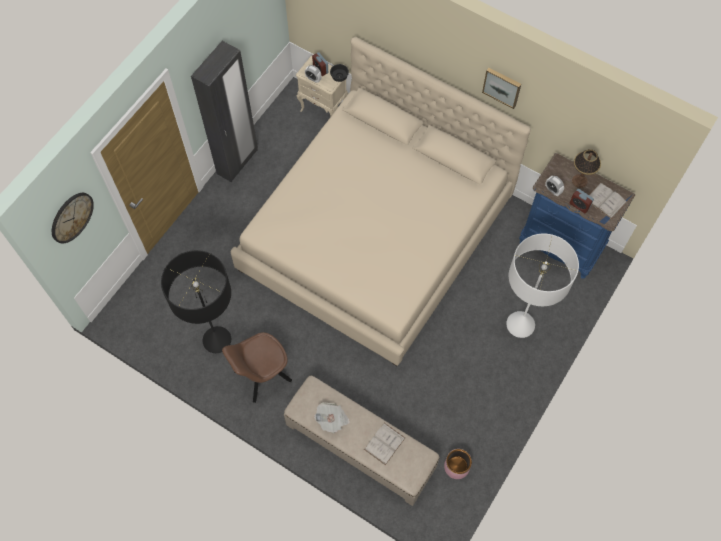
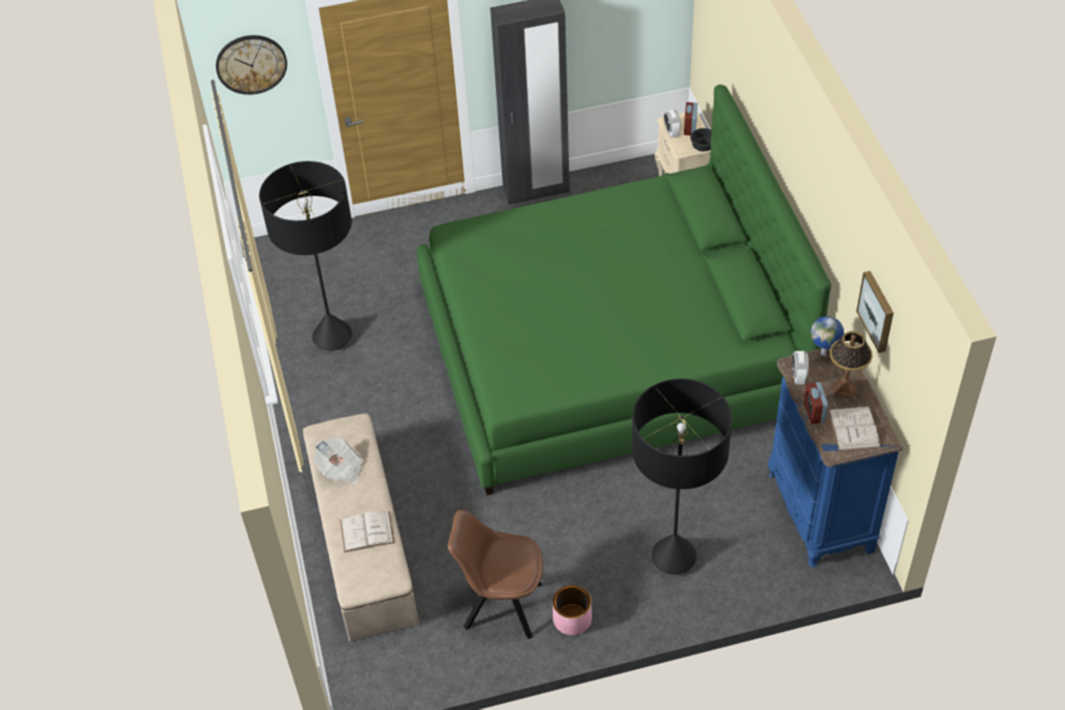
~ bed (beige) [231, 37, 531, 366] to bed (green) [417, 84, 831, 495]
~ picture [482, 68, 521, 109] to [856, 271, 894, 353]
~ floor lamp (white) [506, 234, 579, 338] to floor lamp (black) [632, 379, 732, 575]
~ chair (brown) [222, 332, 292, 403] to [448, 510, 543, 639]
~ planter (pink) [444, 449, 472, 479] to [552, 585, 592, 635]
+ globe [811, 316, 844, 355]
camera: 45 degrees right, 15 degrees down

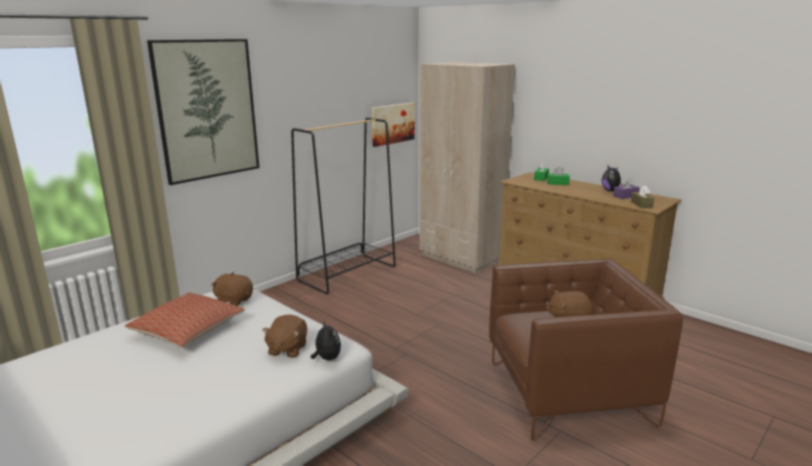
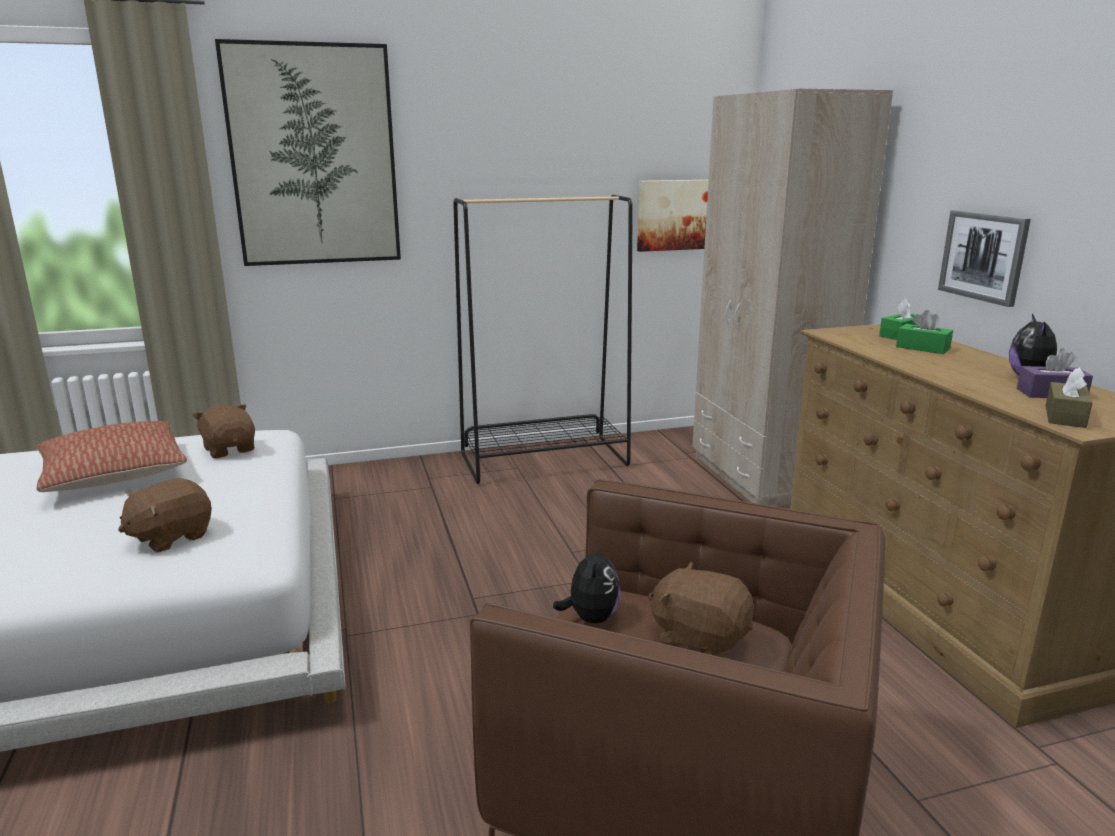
~ plush toy [311, 320, 341, 360] to [553, 541, 621, 623]
+ picture [938, 210, 1031, 307]
camera: 30 degrees right, 0 degrees up

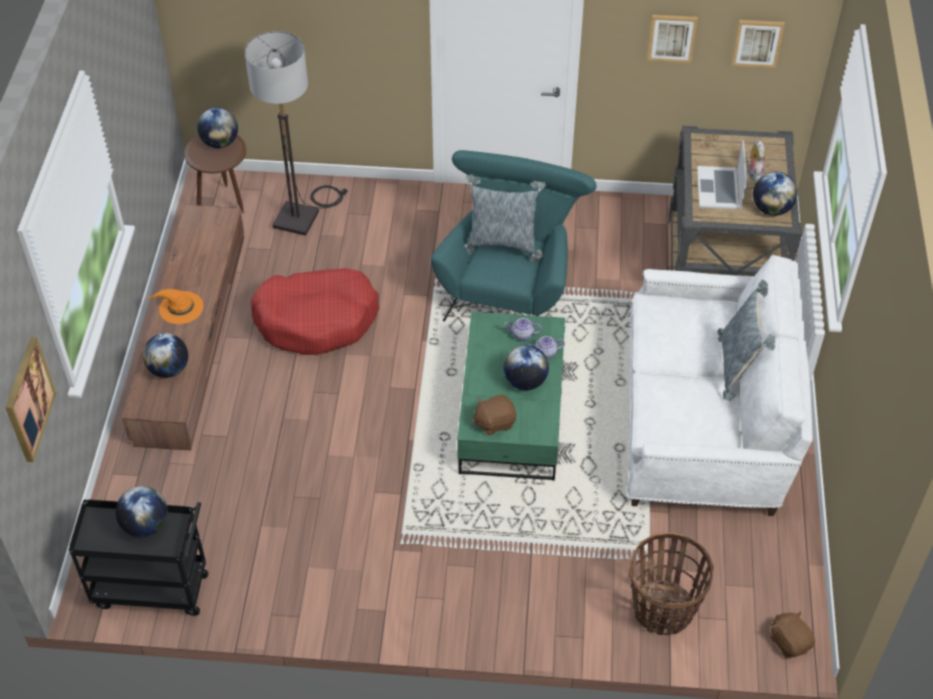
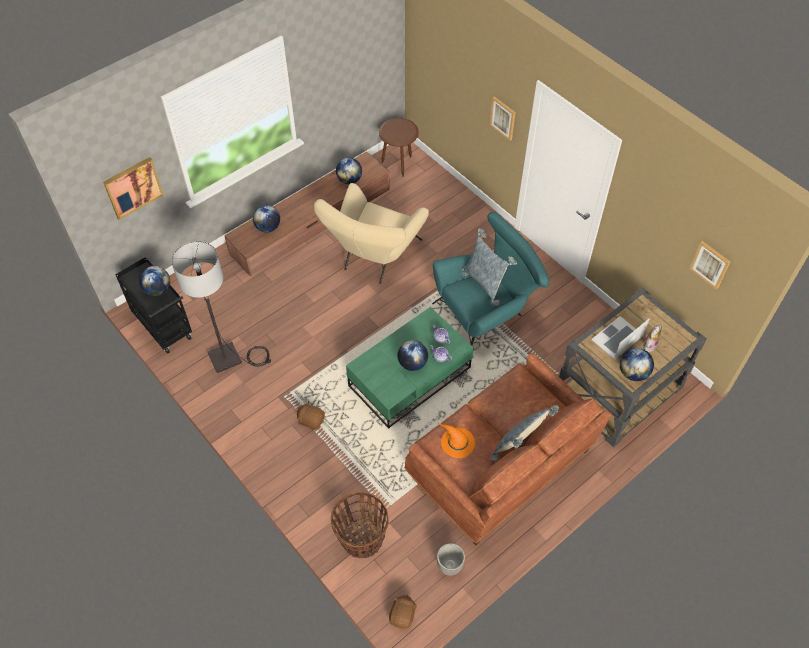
~ picture [647, 15, 698, 63] to [490, 96, 516, 141]
~ floor lamp [245, 31, 347, 236] to [172, 241, 271, 373]
~ globe [197, 107, 238, 148] to [336, 158, 362, 184]
~ sofa (white) [626, 255, 813, 516] to sofa (brown) [404, 353, 612, 546]
~ dog bed (red) [251, 268, 379, 355] to armchair (beige) [314, 183, 429, 284]
~ hat (orange) [146, 289, 203, 324] to [438, 423, 475, 458]
~ plush toy (brown) [472, 395, 517, 436] to [297, 401, 325, 430]
+ planter [437, 543, 465, 576]
camera: 45 degrees right, 5 degrees up

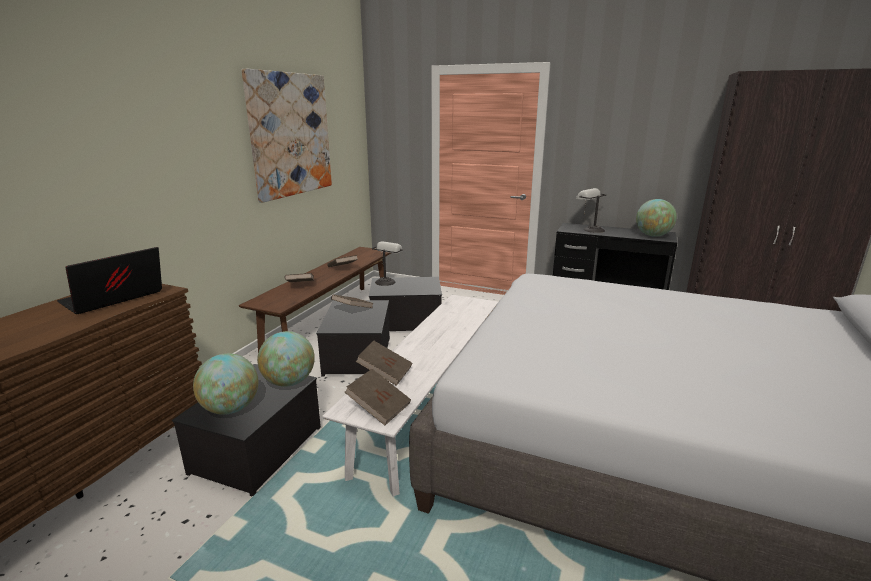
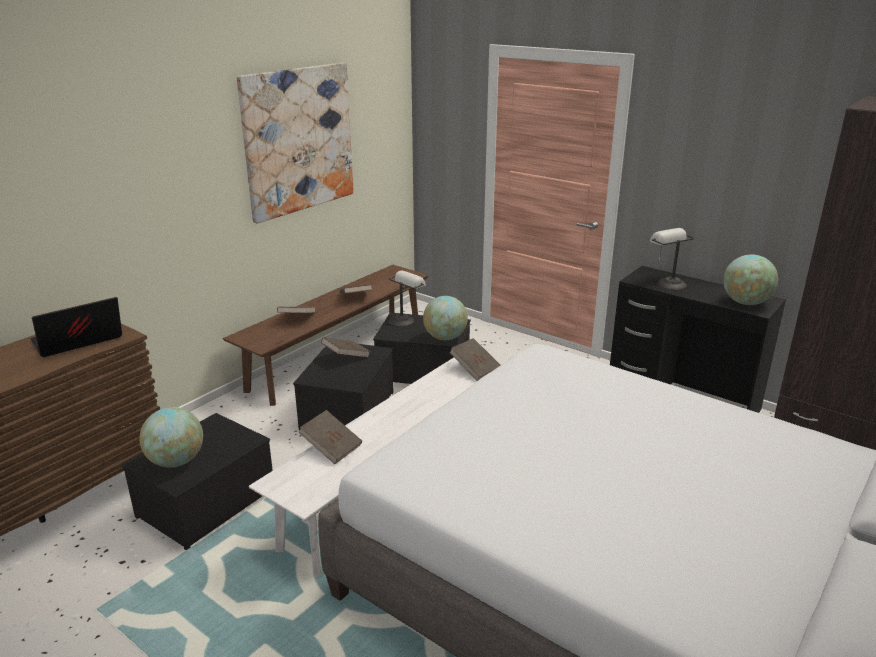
~ globe [257, 331, 315, 387] to [423, 296, 468, 340]
~ book (brown) [345, 369, 411, 425] to [449, 338, 500, 381]
camera: 15 degrees right, 5 degrees up

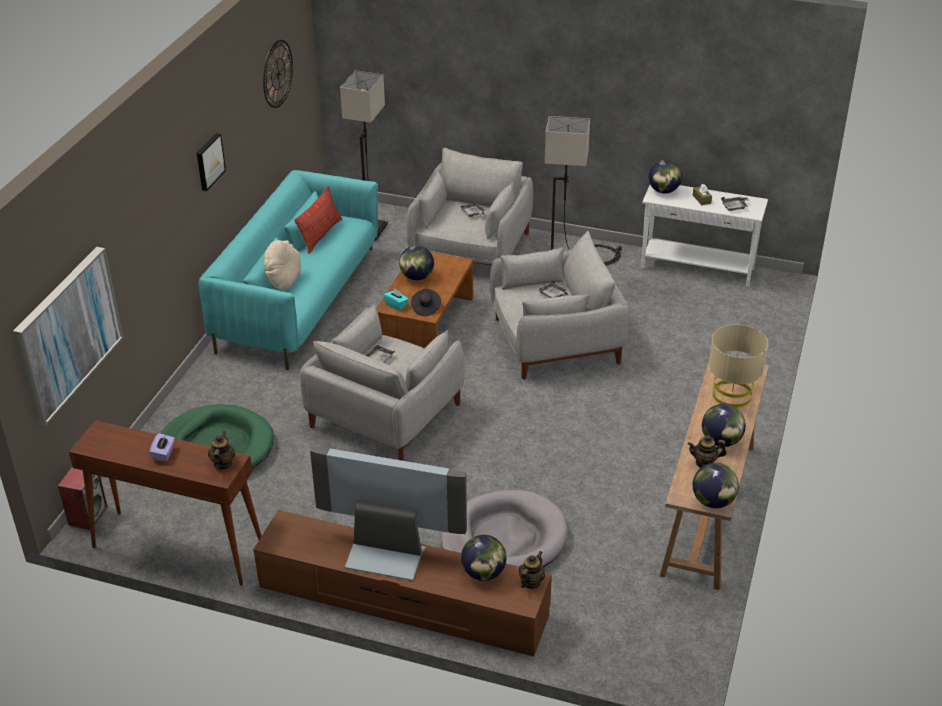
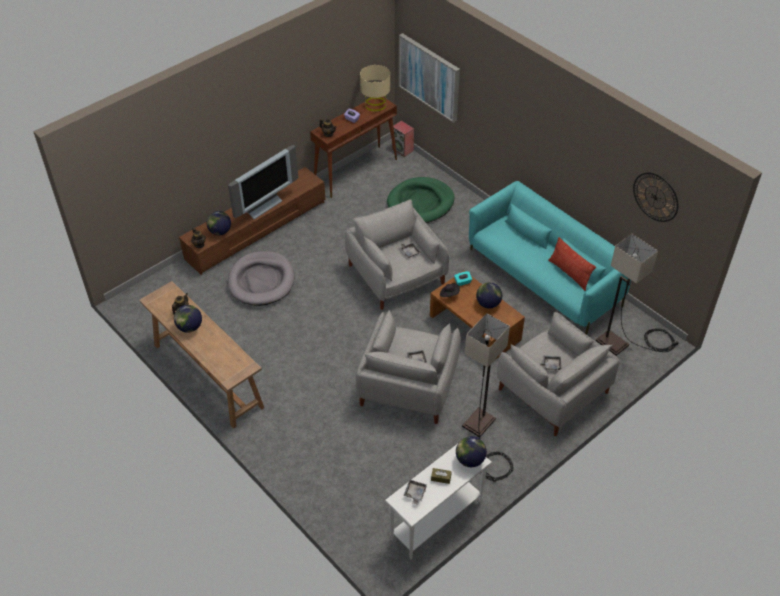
- picture [197, 133, 226, 191]
- pillow (beige) [264, 240, 301, 290]
~ table lamp (beige) [709, 325, 768, 408] to [360, 65, 390, 112]
- globe [693, 463, 739, 508]
camera: 120 degrees right, 10 degrees up

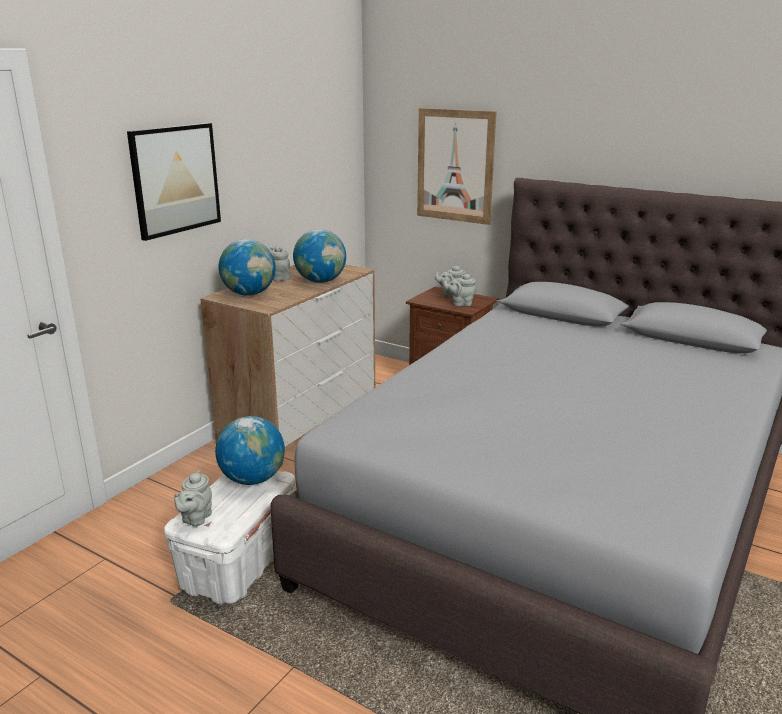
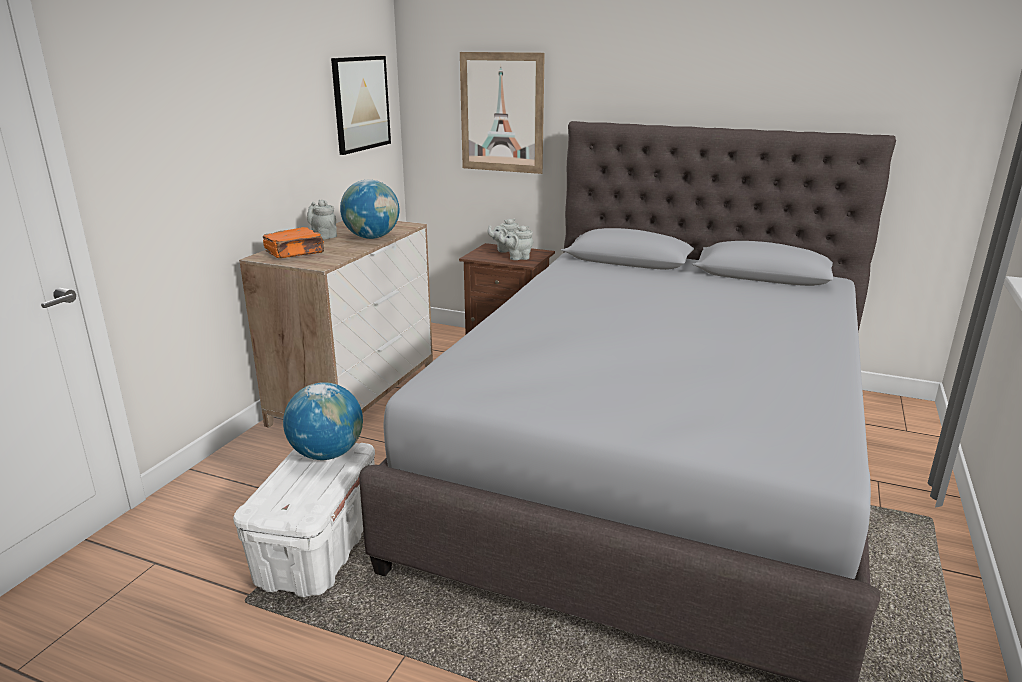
~ picture [127, 123, 221, 241] to [331, 56, 391, 155]
~ globe [219, 239, 276, 296] to book (orange) [263, 227, 324, 258]
- teapot (grey) [174, 470, 212, 527]
camera: 10 degrees left, 0 degrees up

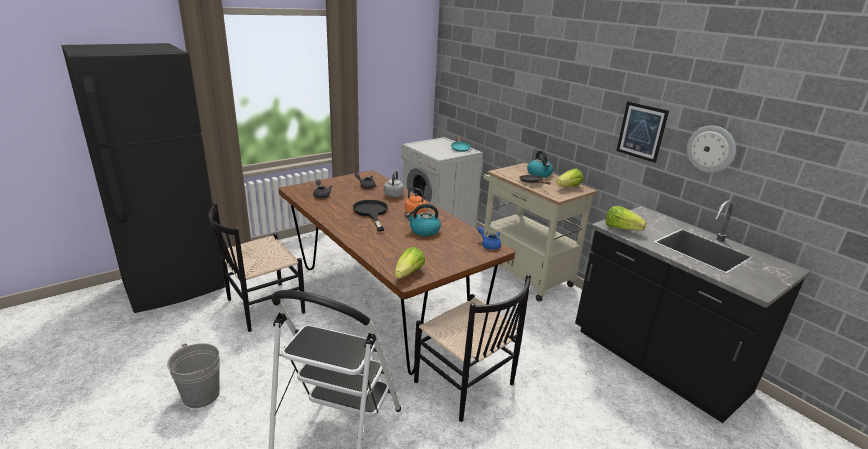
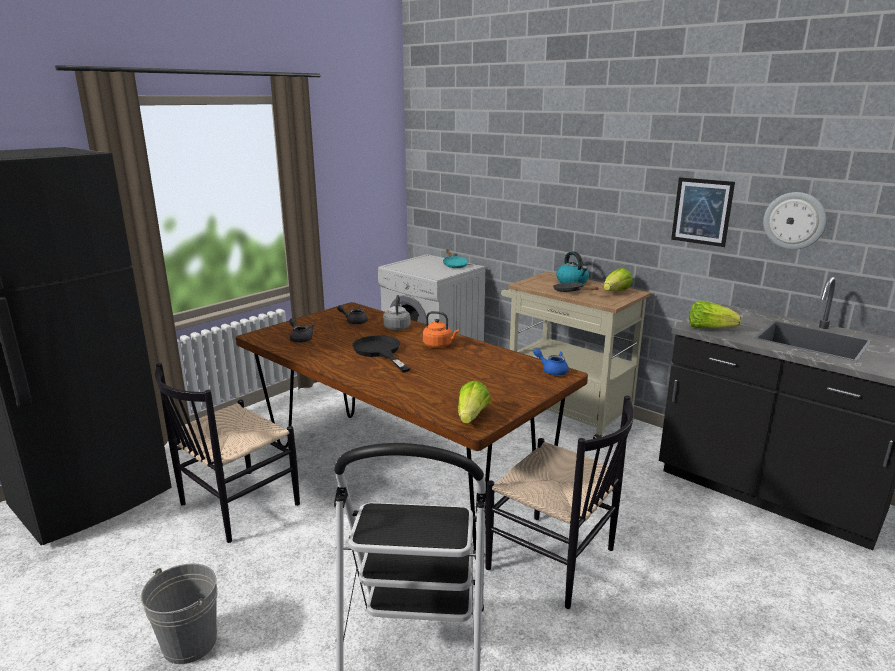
- kettle [406, 204, 441, 236]
camera: 10 degrees left, 5 degrees down

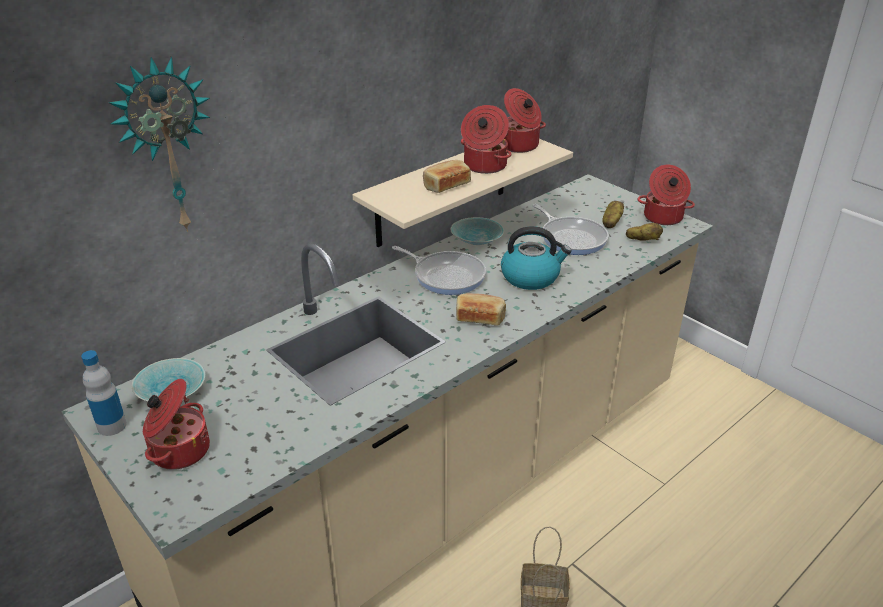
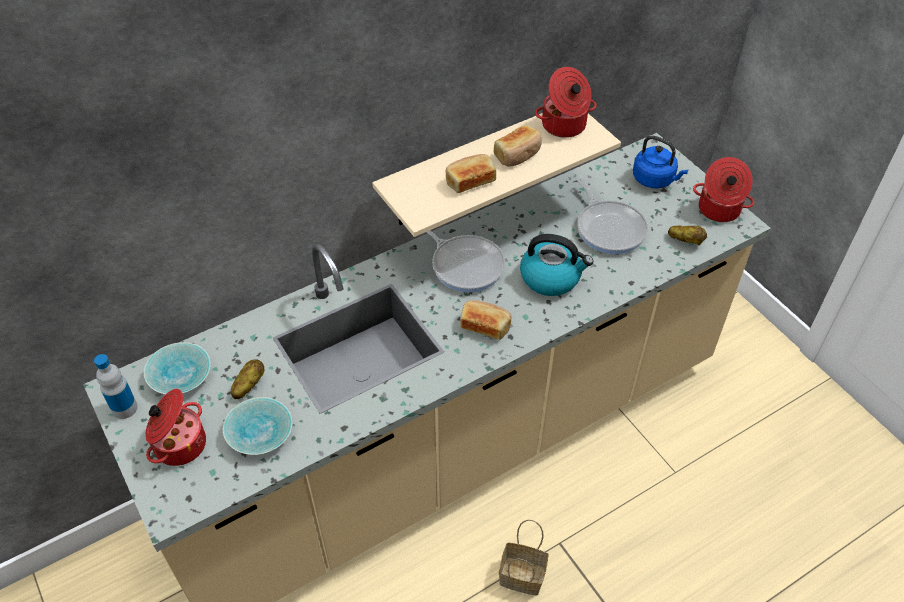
- wall clock [108, 57, 210, 232]
~ cooking pot [461, 105, 512, 174] to bread [493, 125, 542, 167]
~ potato [602, 201, 624, 228] to [231, 360, 264, 399]
~ bowl (turquoise) [450, 217, 504, 245] to [223, 397, 293, 455]
+ kettle (blue) [633, 136, 688, 188]
camera: 10 degrees right, 15 degrees up

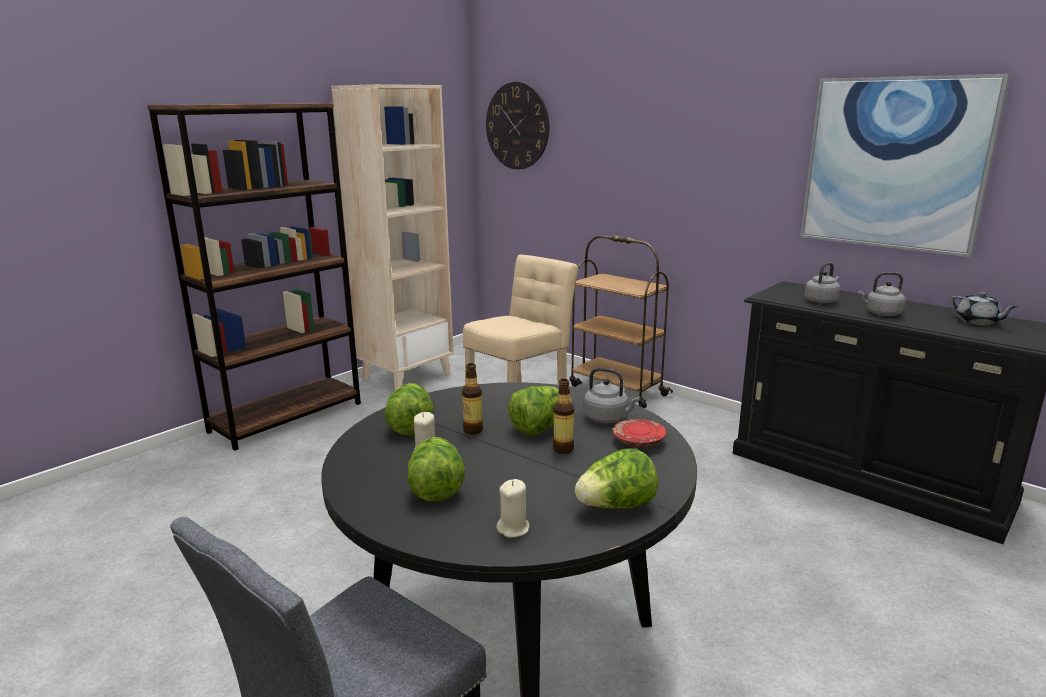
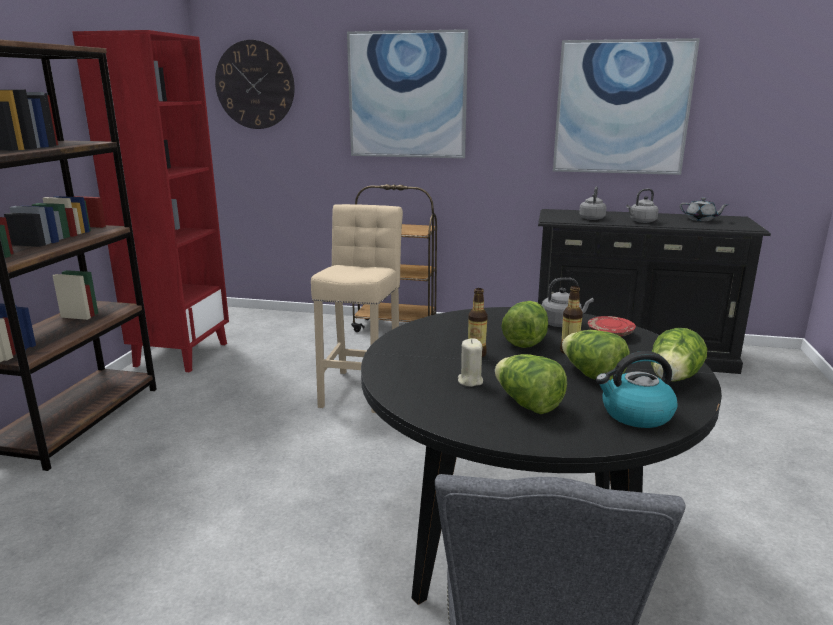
~ bookcase (beige) [331, 84, 454, 390] to bookcase (red) [72, 30, 229, 373]
~ lettuce [385, 383, 433, 435] to [562, 330, 630, 380]
~ candle (beige) [496, 479, 530, 538] to kettle [596, 351, 678, 428]
+ picture [347, 29, 468, 158]
camera: 30 degrees left, 0 degrees up

